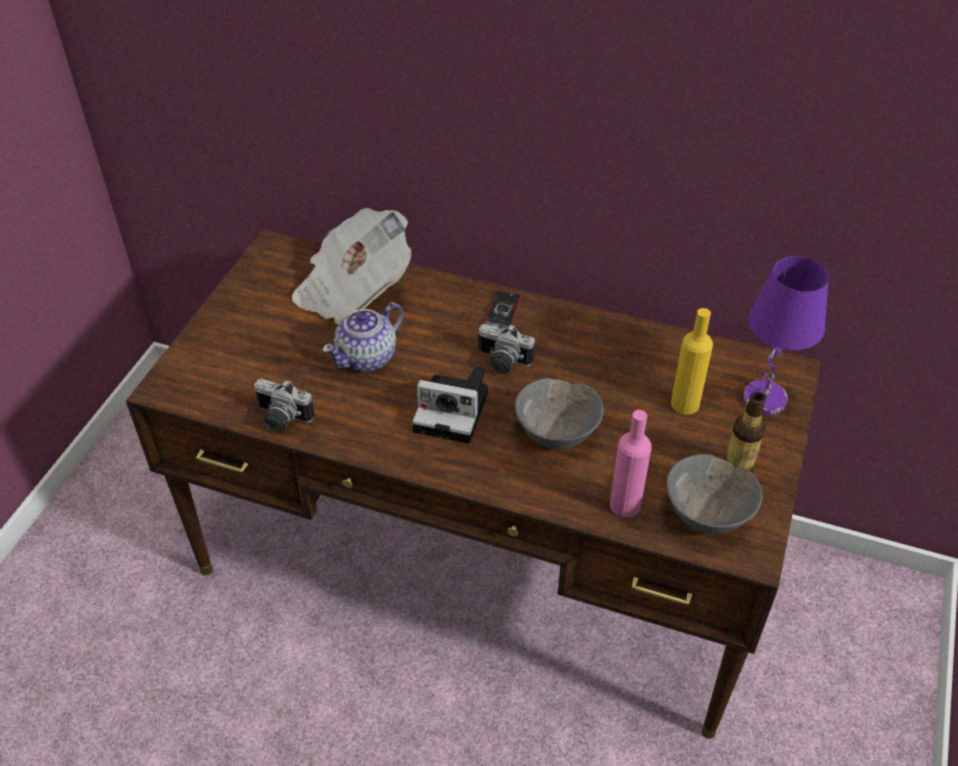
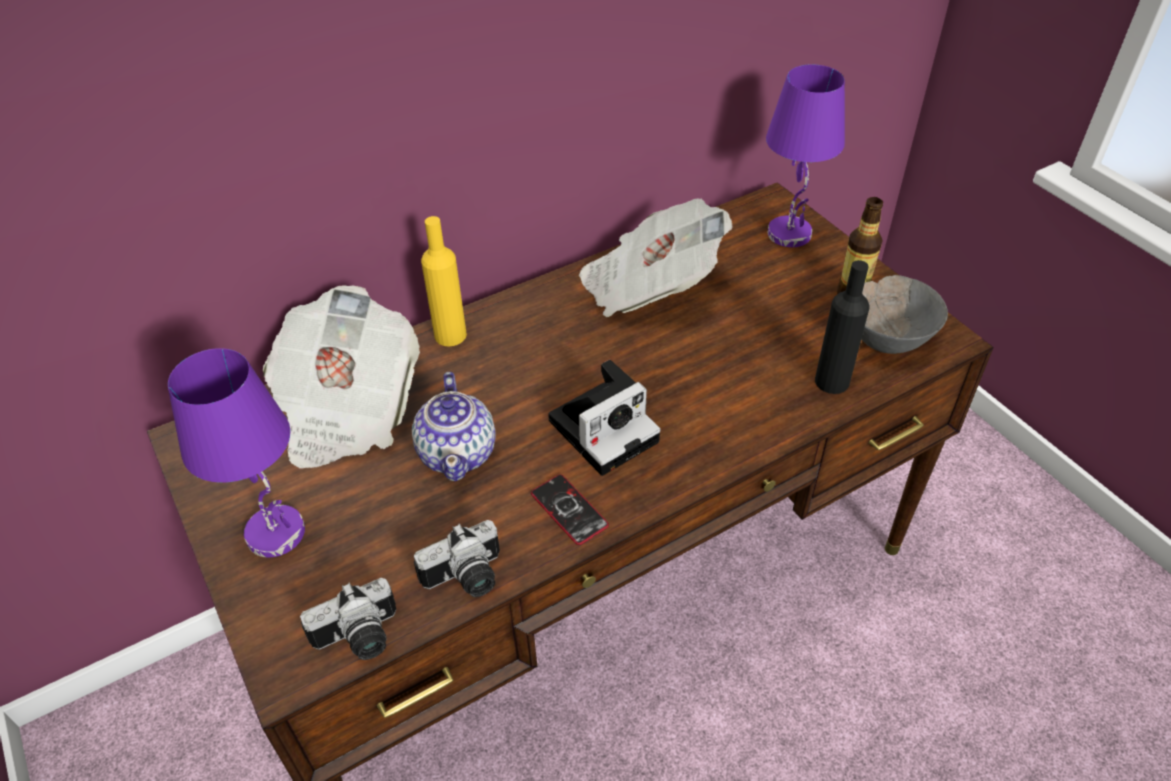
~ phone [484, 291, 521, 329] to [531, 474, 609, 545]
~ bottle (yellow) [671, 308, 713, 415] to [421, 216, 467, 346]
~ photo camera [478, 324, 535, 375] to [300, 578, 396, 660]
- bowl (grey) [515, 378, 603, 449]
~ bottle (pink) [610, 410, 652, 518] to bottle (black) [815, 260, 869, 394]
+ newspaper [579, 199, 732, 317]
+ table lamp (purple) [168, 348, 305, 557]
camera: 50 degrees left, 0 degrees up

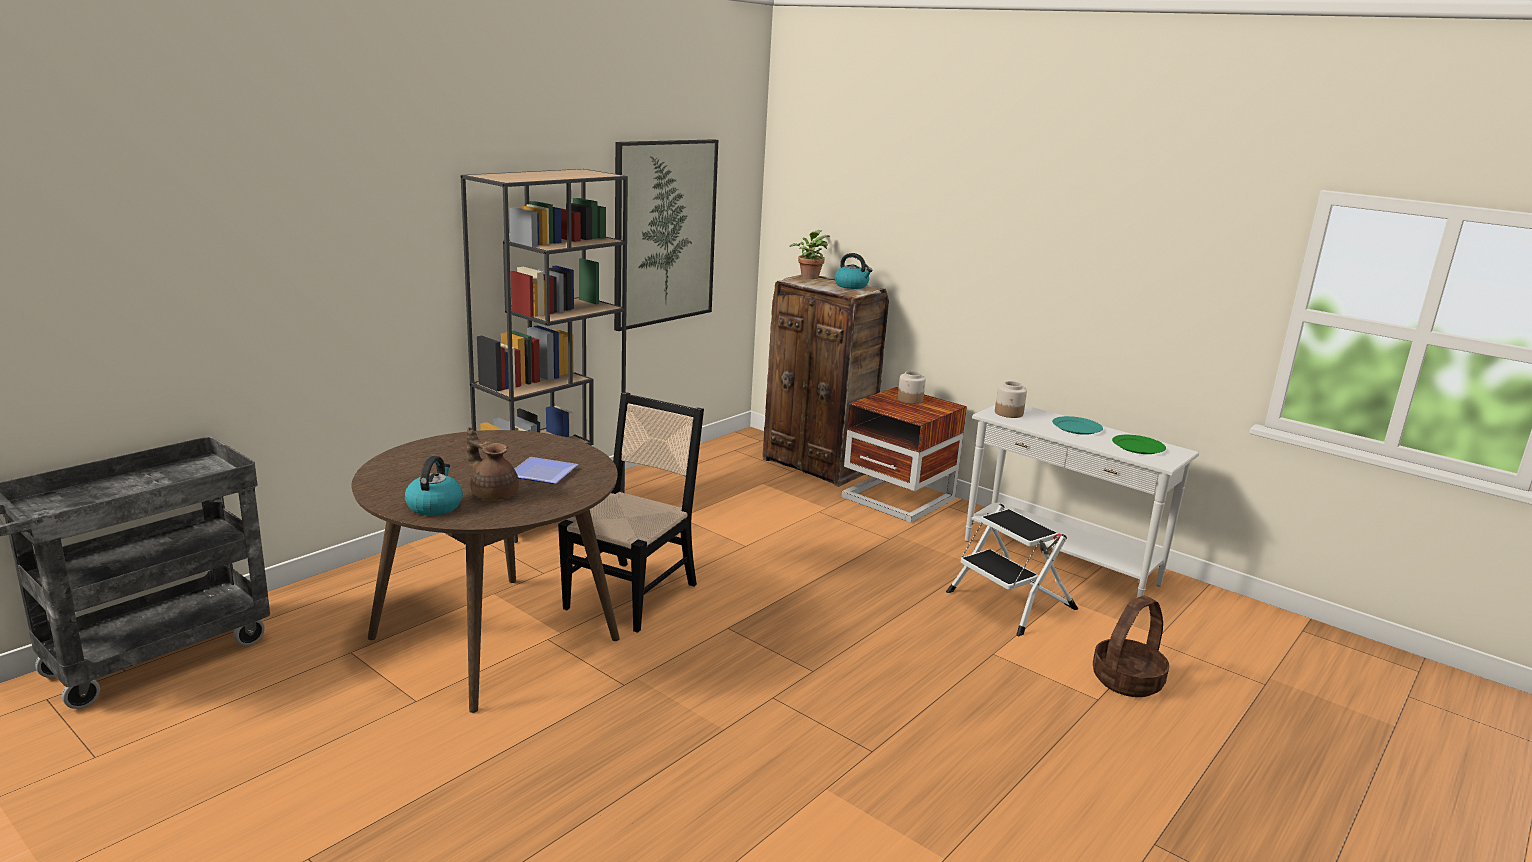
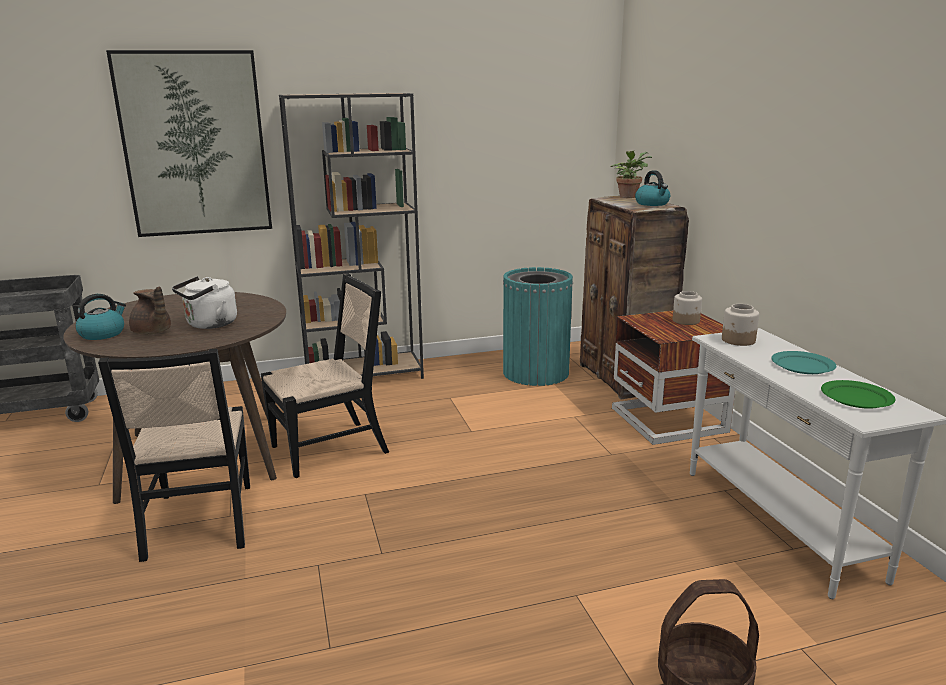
~ picture [614, 139, 718, 331] to [106, 50, 272, 237]
~ teapot (brown) [467, 427, 519, 500] = [129, 286, 171, 335] 150 degrees clockwise
~ plate [515, 457, 579, 484] to kettle (white) [172, 276, 237, 329]
- step ladder [946, 504, 1078, 636]
+ trash can (turquoise) [503, 267, 573, 386]
+ chair [98, 349, 250, 562]
camera: 35 degrees right, 0 degrees up

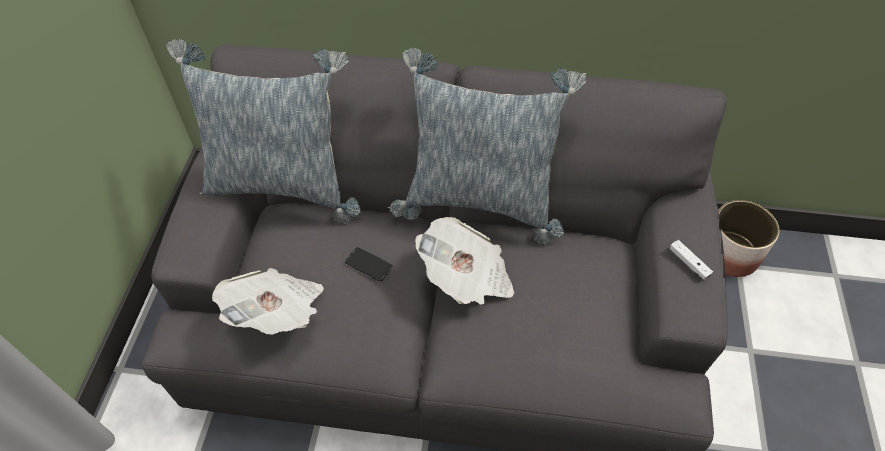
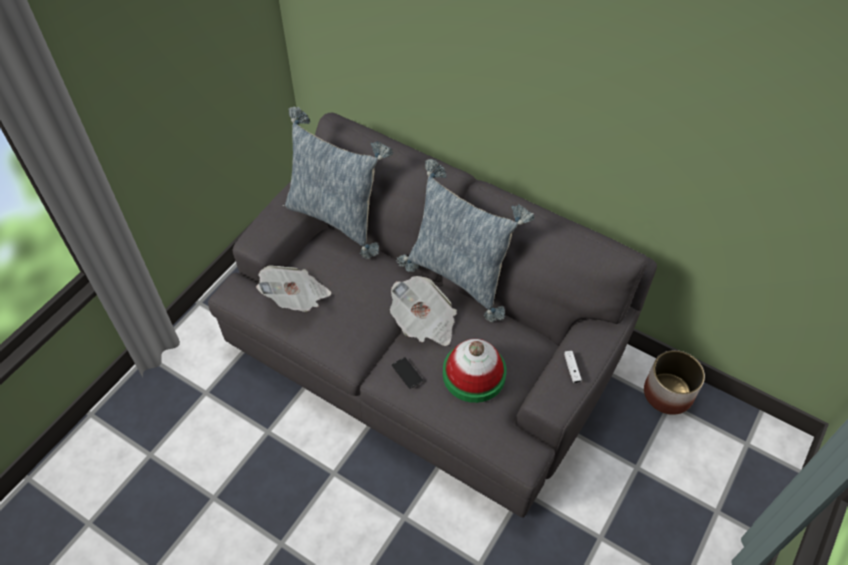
~ phone [345, 247, 393, 281] to [392, 357, 423, 389]
+ hat [443, 339, 507, 403]
camera: 25 degrees right, 0 degrees up

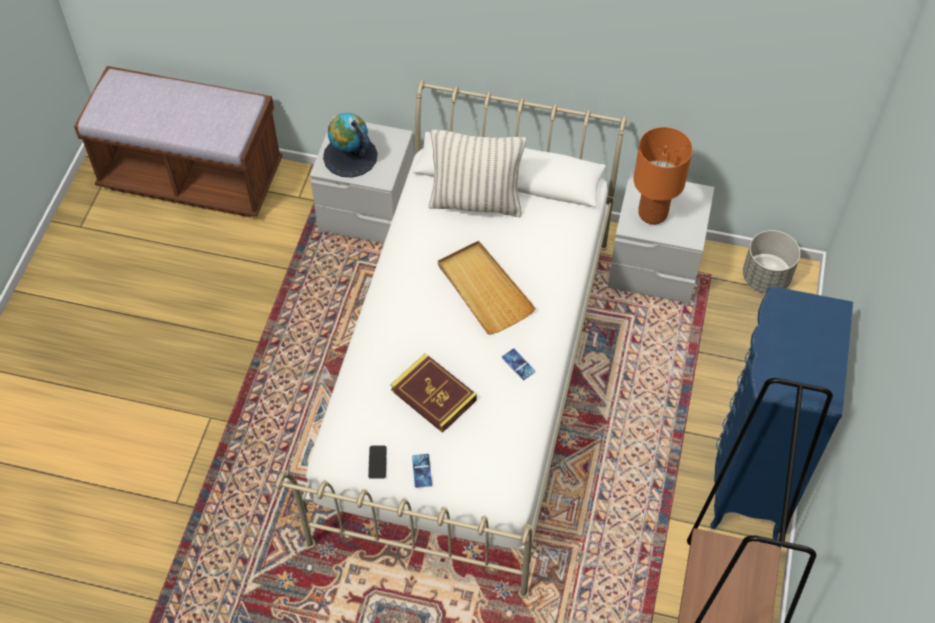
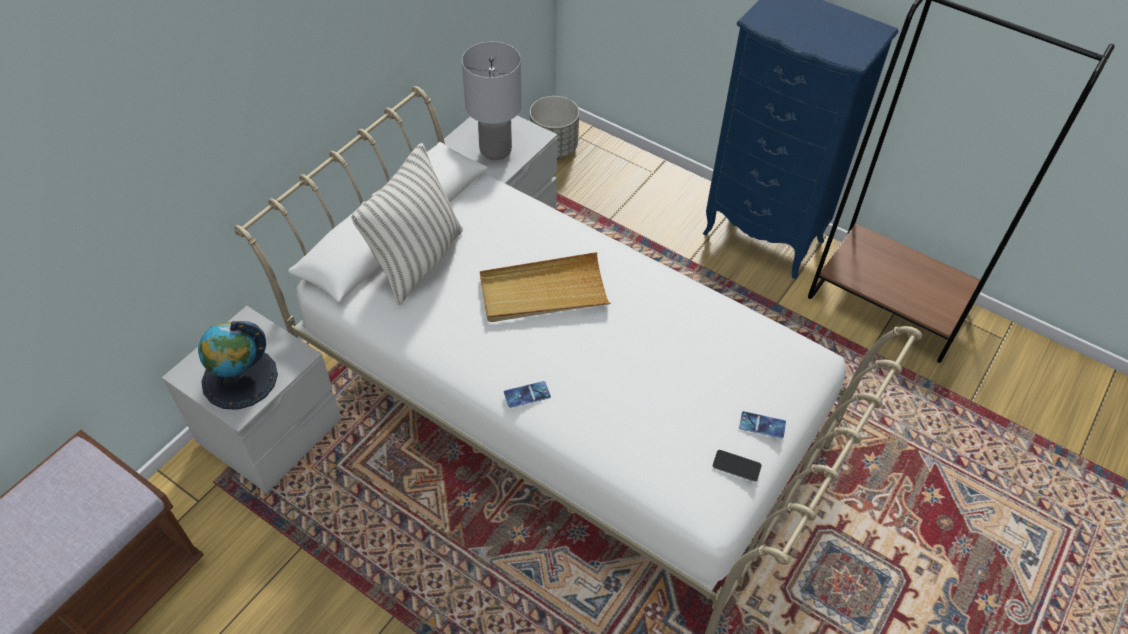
~ table lamp (orange) [634, 127, 693, 225] to table lamp (grey) [462, 42, 522, 160]
~ phone [502, 349, 536, 380] to [504, 381, 551, 408]
- book [391, 353, 477, 433]
camera: 70 degrees left, 5 degrees down

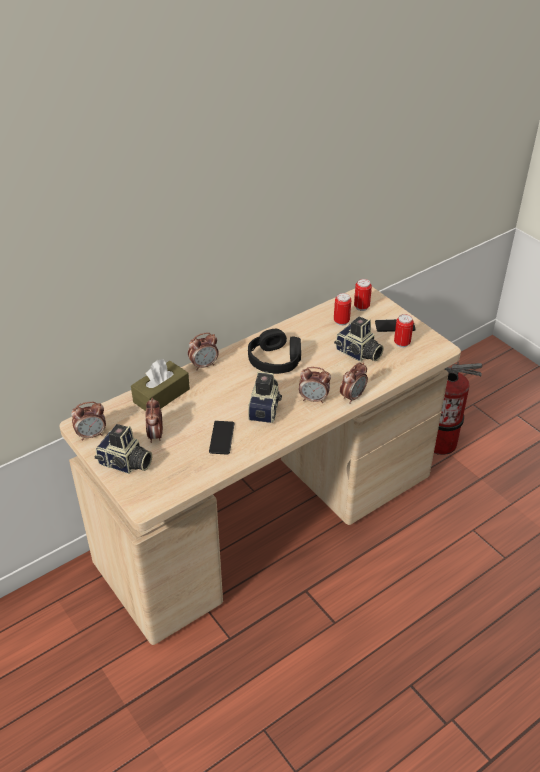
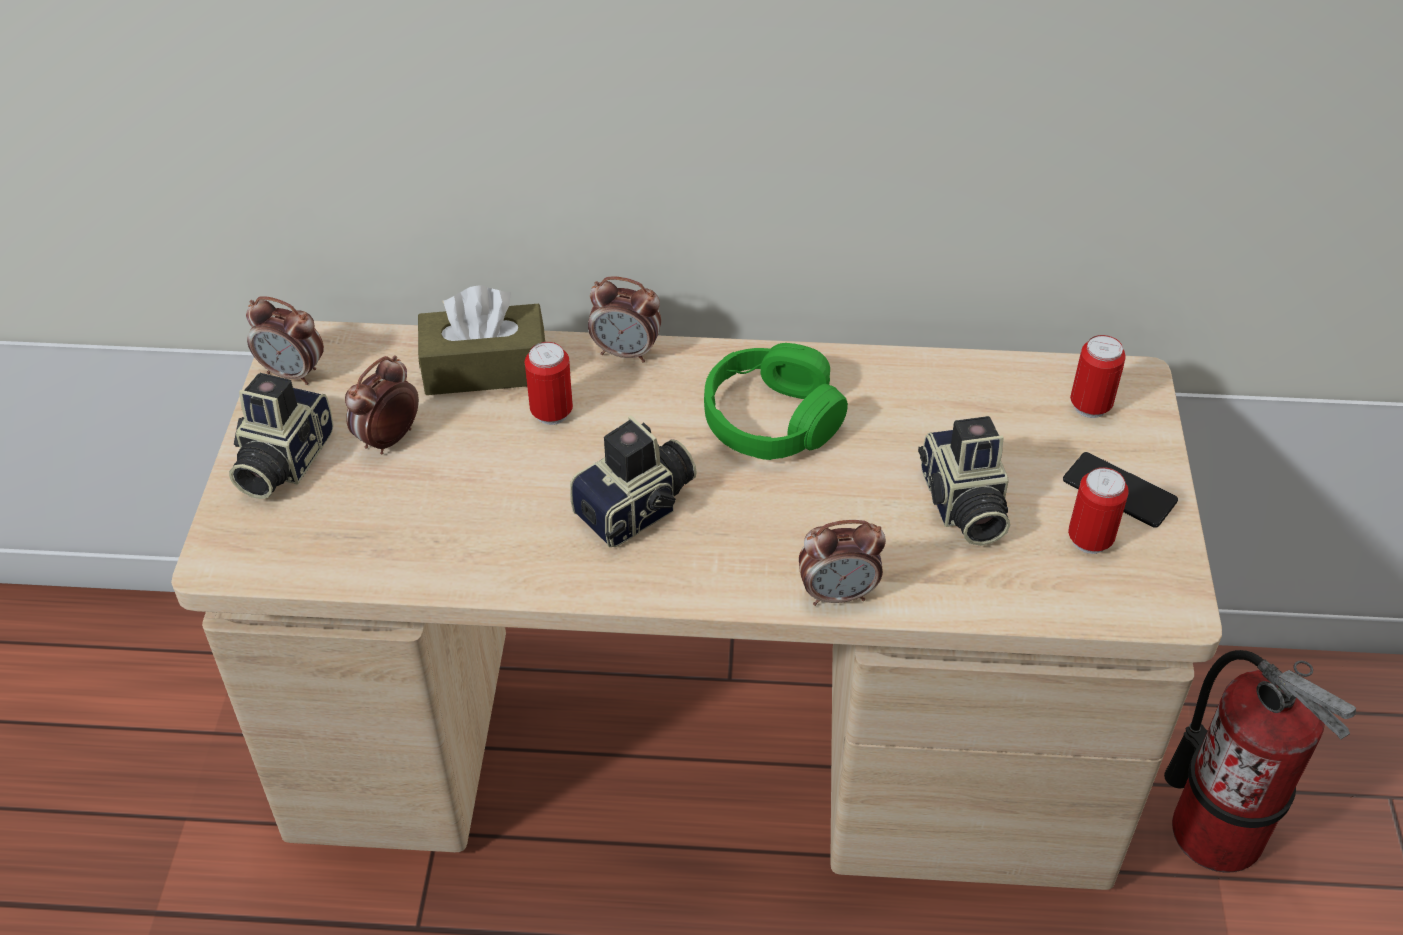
~ can [334, 293, 351, 326] to [525, 342, 573, 425]
~ headphones (black) [248, 329, 301, 374] to headphones (green) [704, 343, 848, 460]
- alarm clock [299, 367, 331, 403]
- phone [209, 421, 234, 455]
~ photo camera [95, 424, 152, 474] = [229, 373, 334, 499] 45 degrees clockwise
camera: 40 degrees right, 5 degrees up

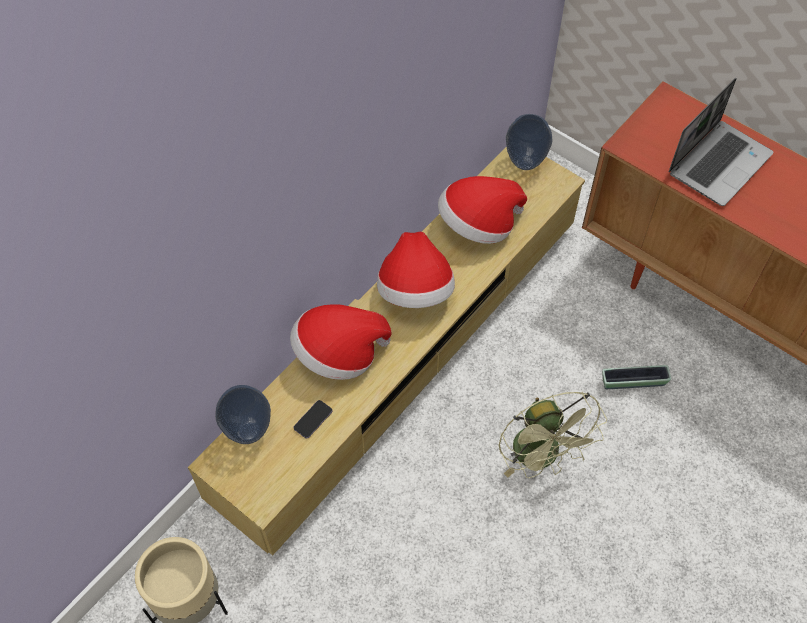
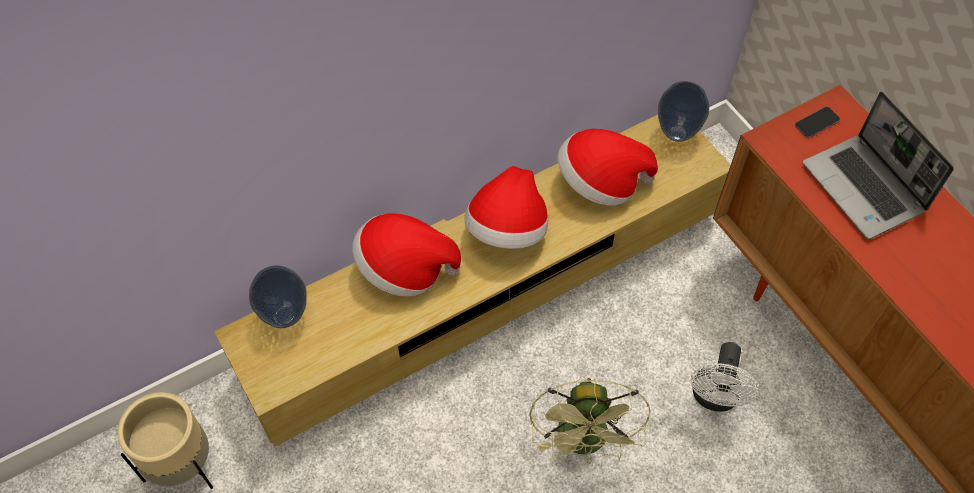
~ laptop [669, 78, 773, 206] = [803, 91, 954, 239] 90 degrees clockwise
~ planter [602, 365, 671, 389] to fan (white) [691, 342, 759, 412]
~ phone [293, 400, 333, 439] to [795, 107, 840, 138]
camera: 20 degrees right, 0 degrees up

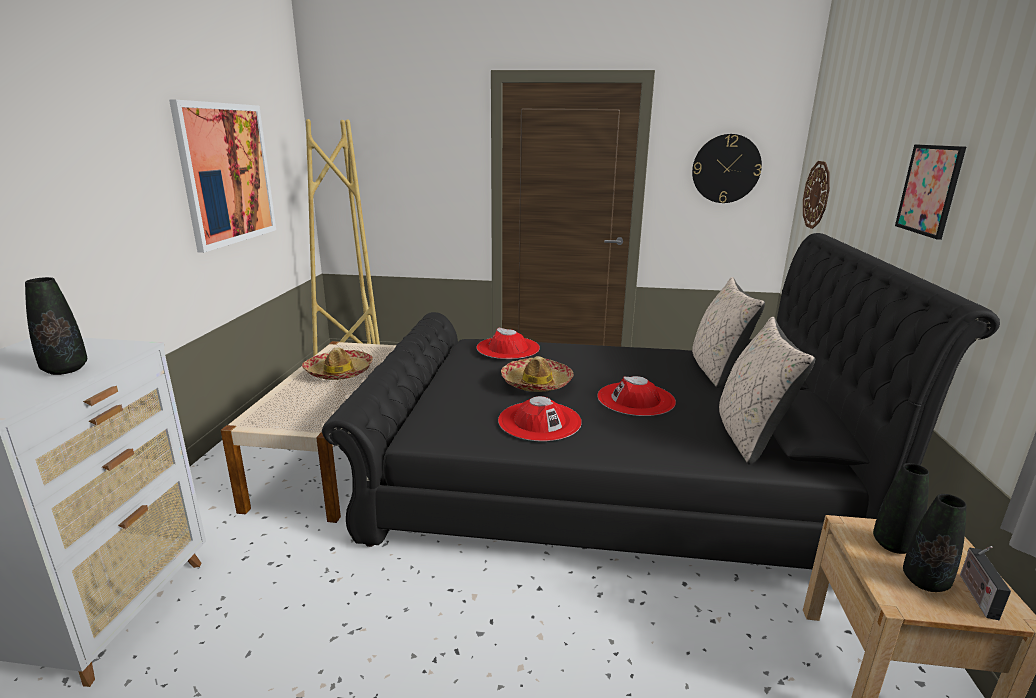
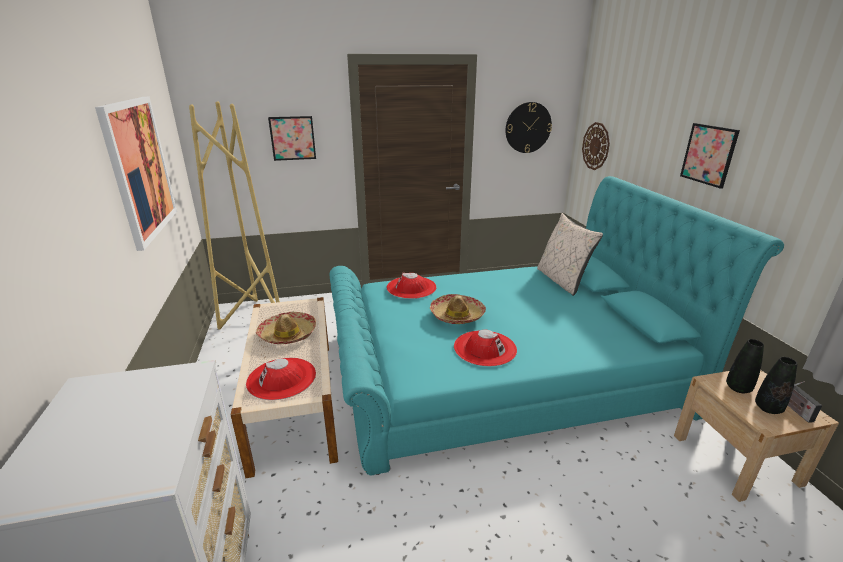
~ bed (black) [322, 233, 1000, 569] to bed (turquoise) [329, 176, 784, 476]
- vase (black) [25, 277, 87, 375]
- pillow (beige) [719, 317, 815, 465]
~ hat (red) [597, 376, 676, 416] to [246, 358, 316, 400]
+ picture [268, 116, 316, 161]
camera: 20 degrees left, 5 degrees up

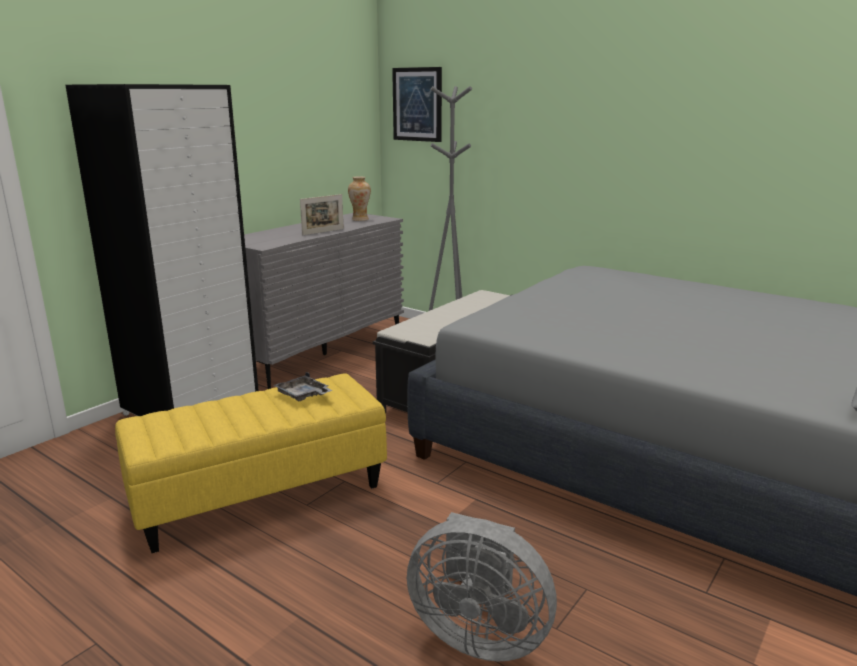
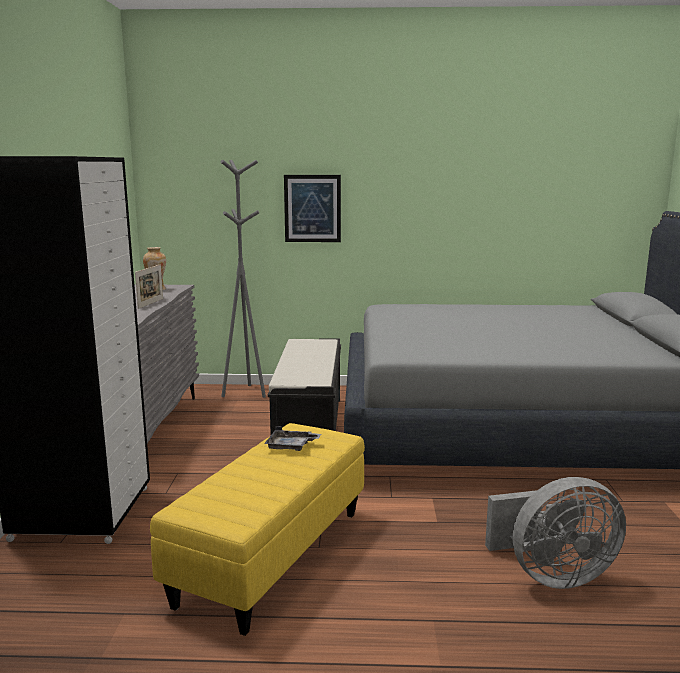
~ picture [392, 67, 442, 142] to [284, 175, 341, 242]
camera: 35 degrees left, 5 degrees down

